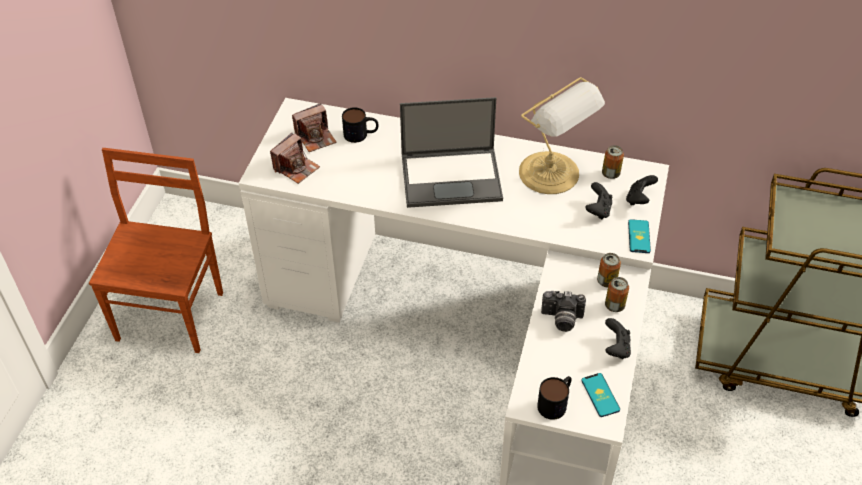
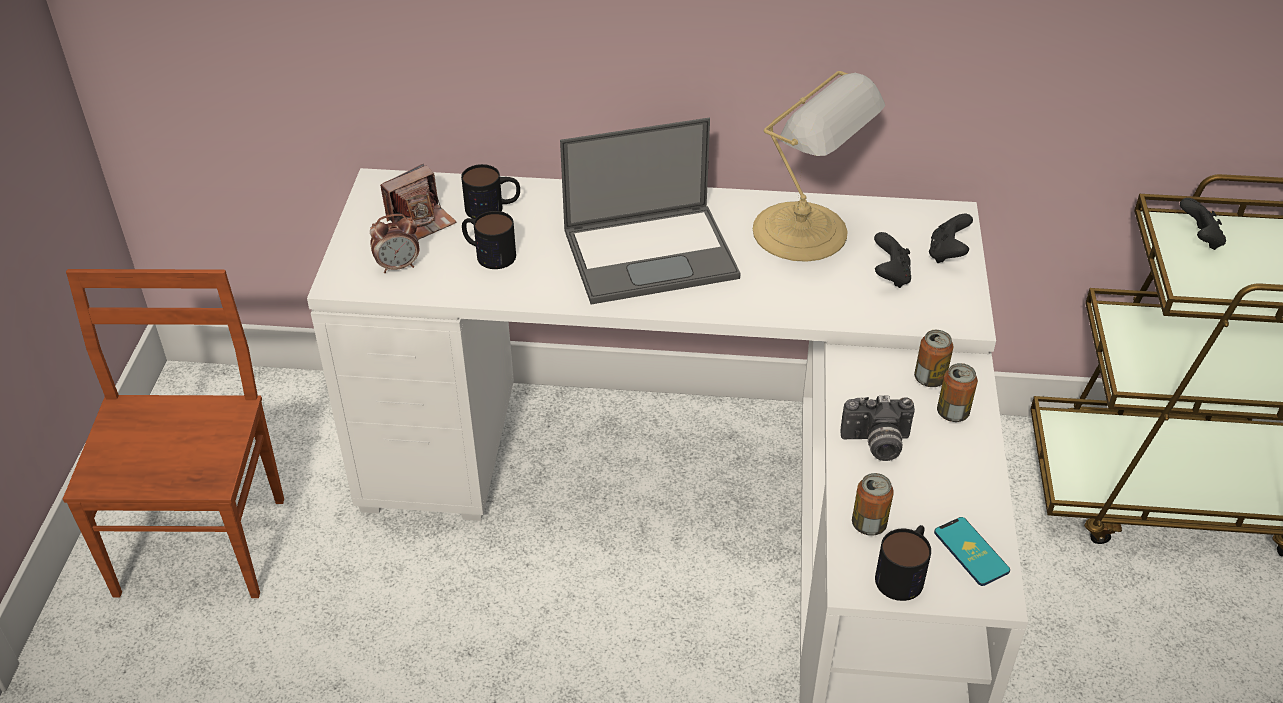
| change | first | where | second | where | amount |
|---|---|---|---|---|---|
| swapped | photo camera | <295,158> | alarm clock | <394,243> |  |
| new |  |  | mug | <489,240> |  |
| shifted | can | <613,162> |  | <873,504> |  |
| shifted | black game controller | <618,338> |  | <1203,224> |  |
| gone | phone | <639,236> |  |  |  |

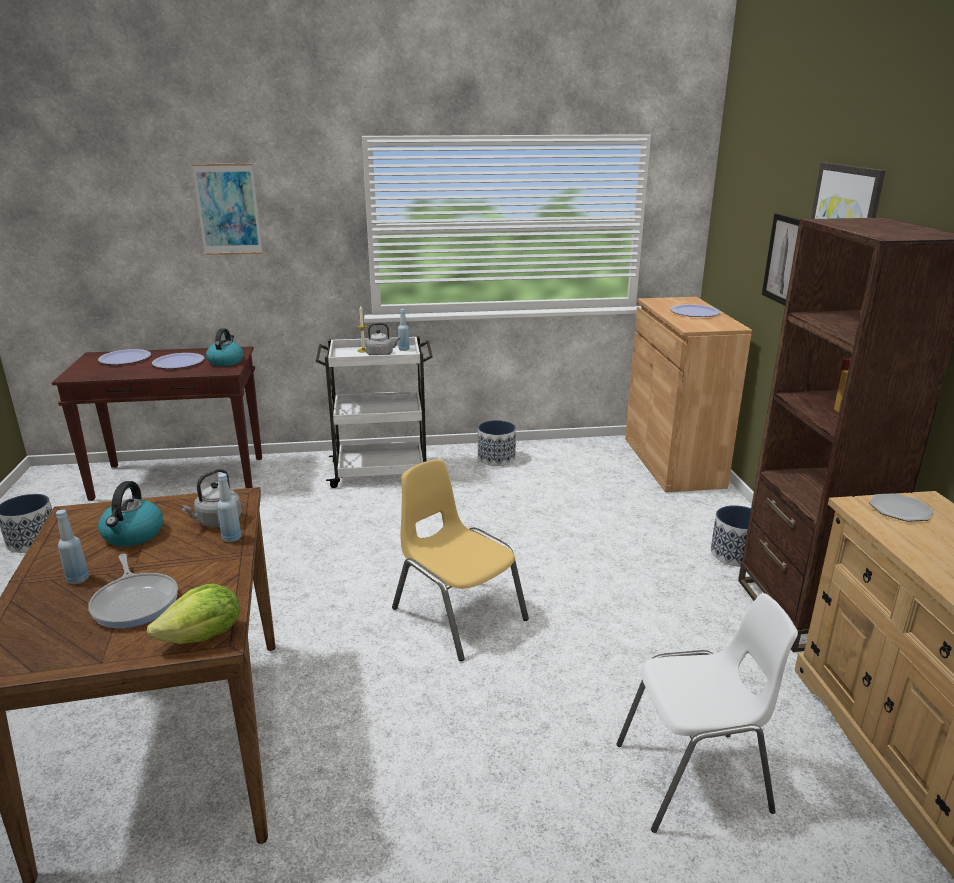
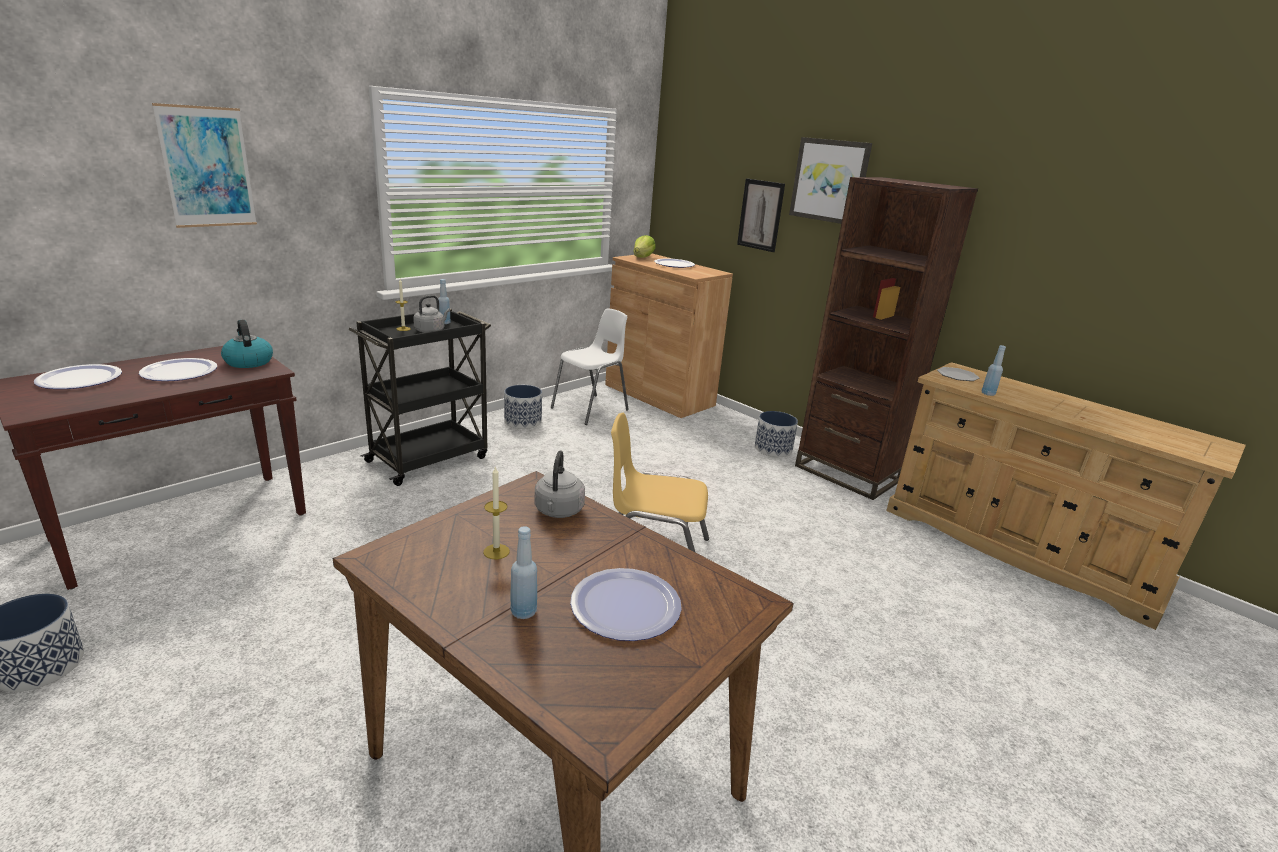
| change | first | where | second | where | amount |
|---|---|---|---|---|---|
| repainted | white cart | <374,412> | black cart | <420,397> |  |
| swapped | kettle | <130,514> | candle | <496,512> |  |
| shifted | white chair | <707,713> |  | <590,366> |  |
| swapped | frying pan | <133,591> | plate | <626,604> |  |
| shifted | lettuce | <193,614> |  | <645,246> |  |
| shifted | blue bottle | <229,507> |  | <994,370> |  |

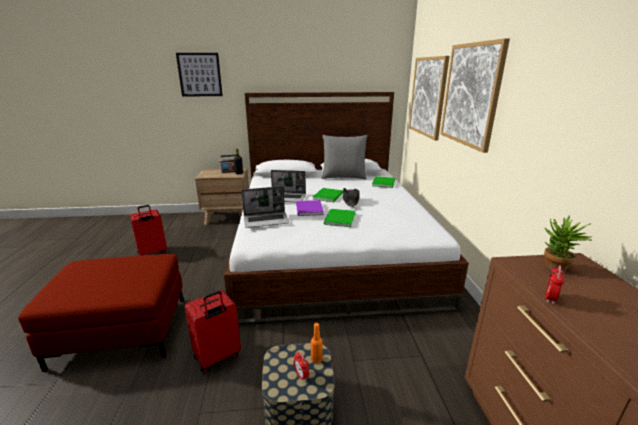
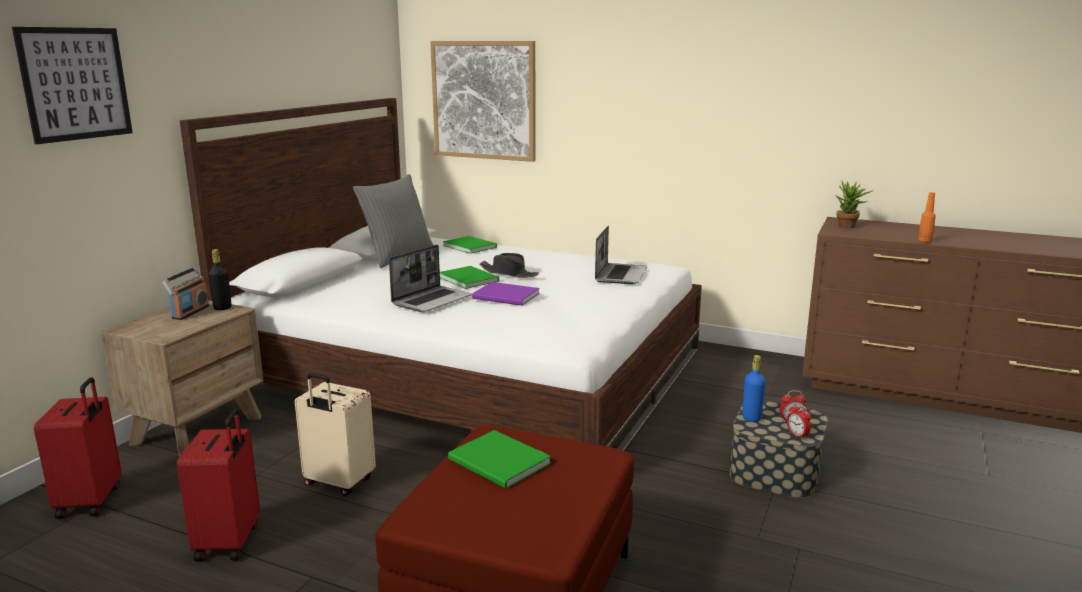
| change | first | where | second | where | amount |
|---|---|---|---|---|---|
| shifted | red suitcase | <212,331> |  | <78,448> |  |
| new |  |  | beige suitcase | <335,434> |  |
| shifted | green book | <339,218> |  | <499,459> |  |
| shifted | laptop | <265,207> |  | <621,255> |  |
| new |  |  | blue bottle | <754,388> |  |
| shifted | alarm clock | <555,284> |  | <799,421> |  |
| shifted | orange bottle | <317,343> |  | <927,217> |  |
| gone | picture | <475,95> |  |  |  |

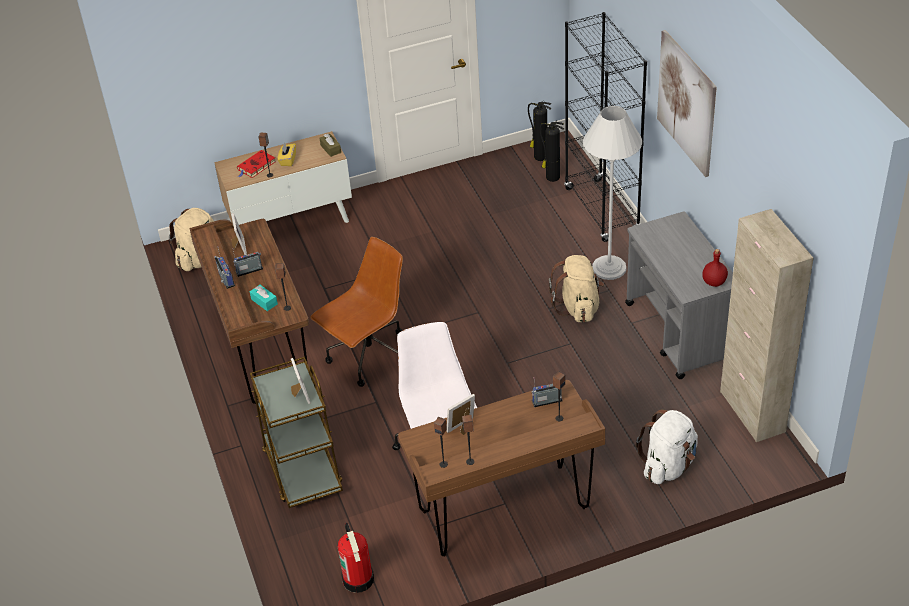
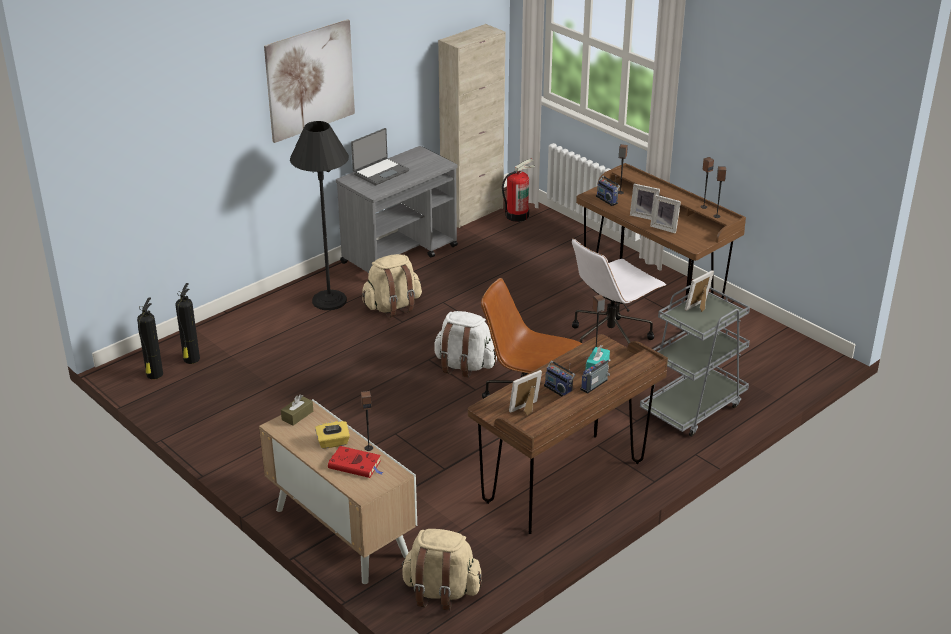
| change | first | where | second | where | amount |
|---|---|---|---|---|---|
| repainted | white floor lamp | <612,193> | black floor lamp | <319,215> |  |
| new |  |  | laptop | <380,157> |  |
| shifted | white backpack | <667,446> |  | <465,344> |  |
| shifted | fire extinguisher | <356,558> |  | <518,190> |  |
| new |  |  | picture frame | <645,202> |  |
| repainted | brown cart | <296,432> | grey cart | <695,361> |  |
| gone | black bookcase | <605,127> |  |  |  |
| gone | red bottle | <715,268> |  |  |  |

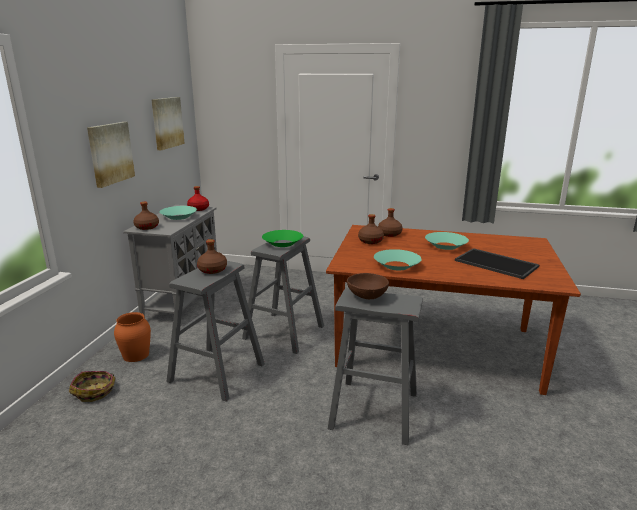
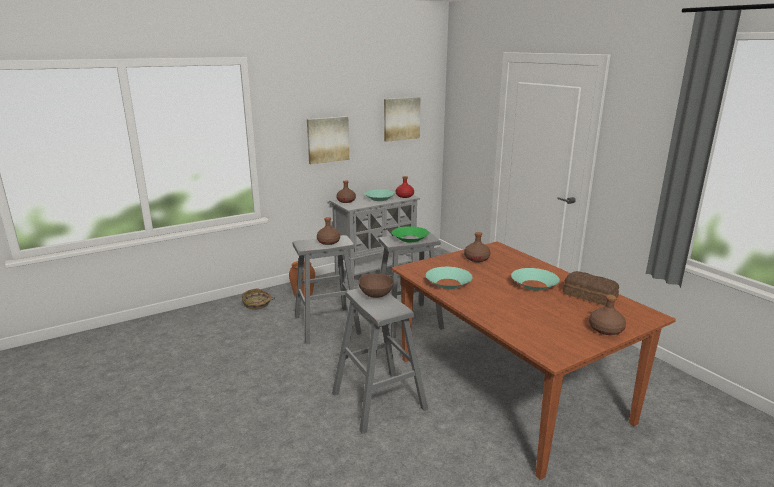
| change | first | where | second | where | amount |
|---|---|---|---|---|---|
| new |  |  | bread | <591,288> |  |
| shifted | brown bottle | <390,222> |  | <607,315> |  |
| gone | tray | <497,263> |  |  |  |

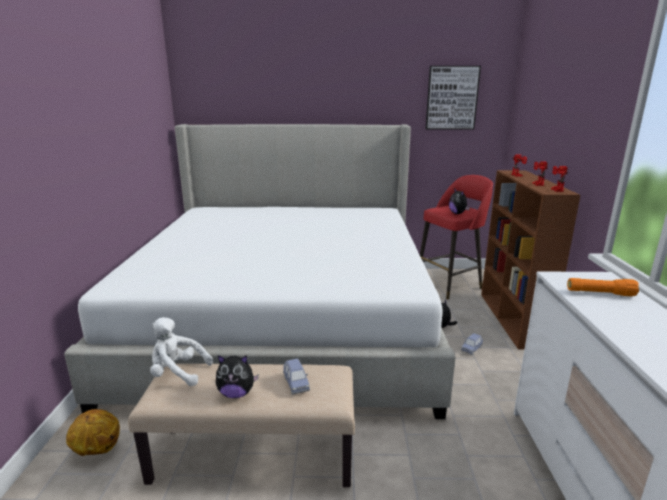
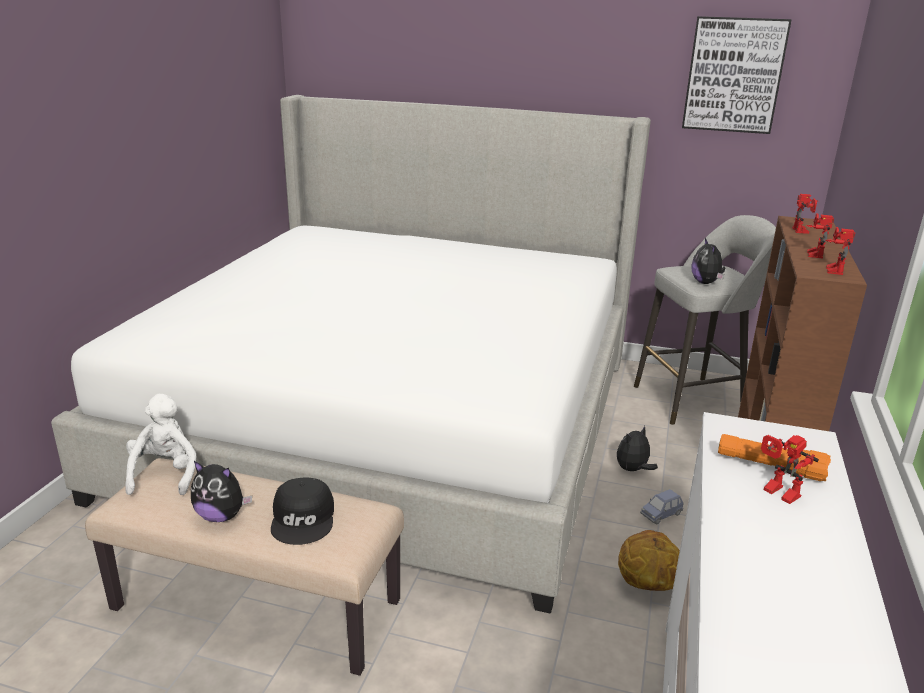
| change | first | where | second | where | amount |
|---|---|---|---|---|---|
| rotated | white plush toy | <181,351> |  | <161,444> | 60 degrees clockwise |
| swapped | blue toy car | <296,377> | black cap | <302,511> |  |
| shifted | basketball | <93,432> |  | <649,560> |  |
| repainted | red stool | <456,237> | grey stool | <705,320> |  |
| new |  |  | toy robot | <790,469> |  |

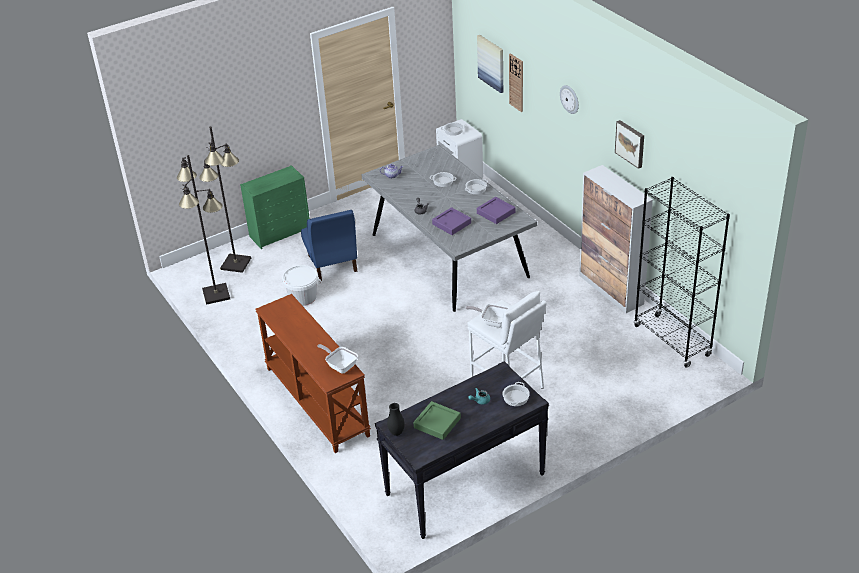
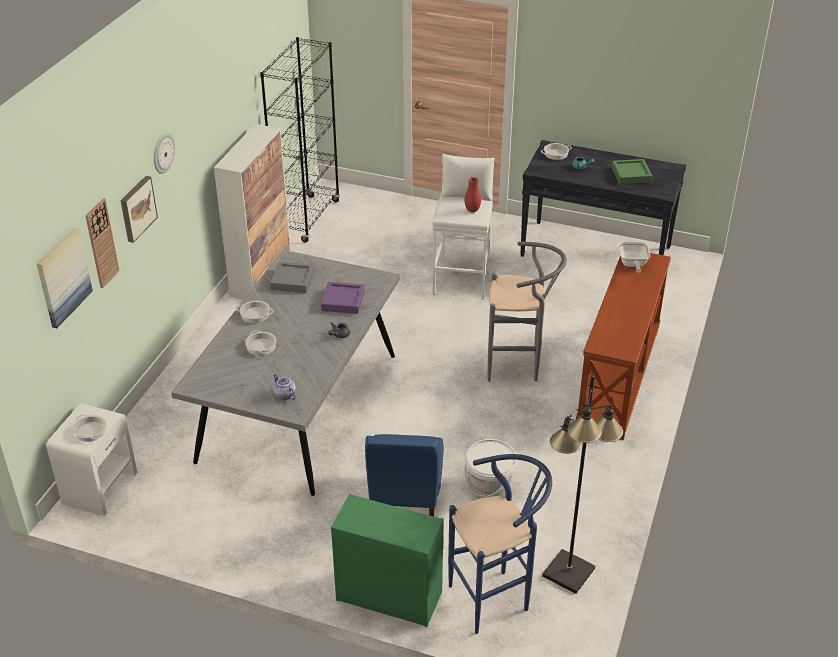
| change | first | where | second | where | amount |
|---|---|---|---|---|---|
| shifted | picture | <629,144> |  | <139,209> |  |
| repainted | purple tray | <496,210> | grey tray | <292,277> |  |
| rotated | blue chair | <329,245> |  | <404,475> | 150 degrees clockwise |
| swapped | black floor lamp | <225,199> | blue stool | <500,544> |  |
| swapped | frying pan | <488,315> | red vase | <472,195> |  |
| new |  |  | grey stool | <527,311> |  |
| gone | black vase | <396,419> |  |  |  |

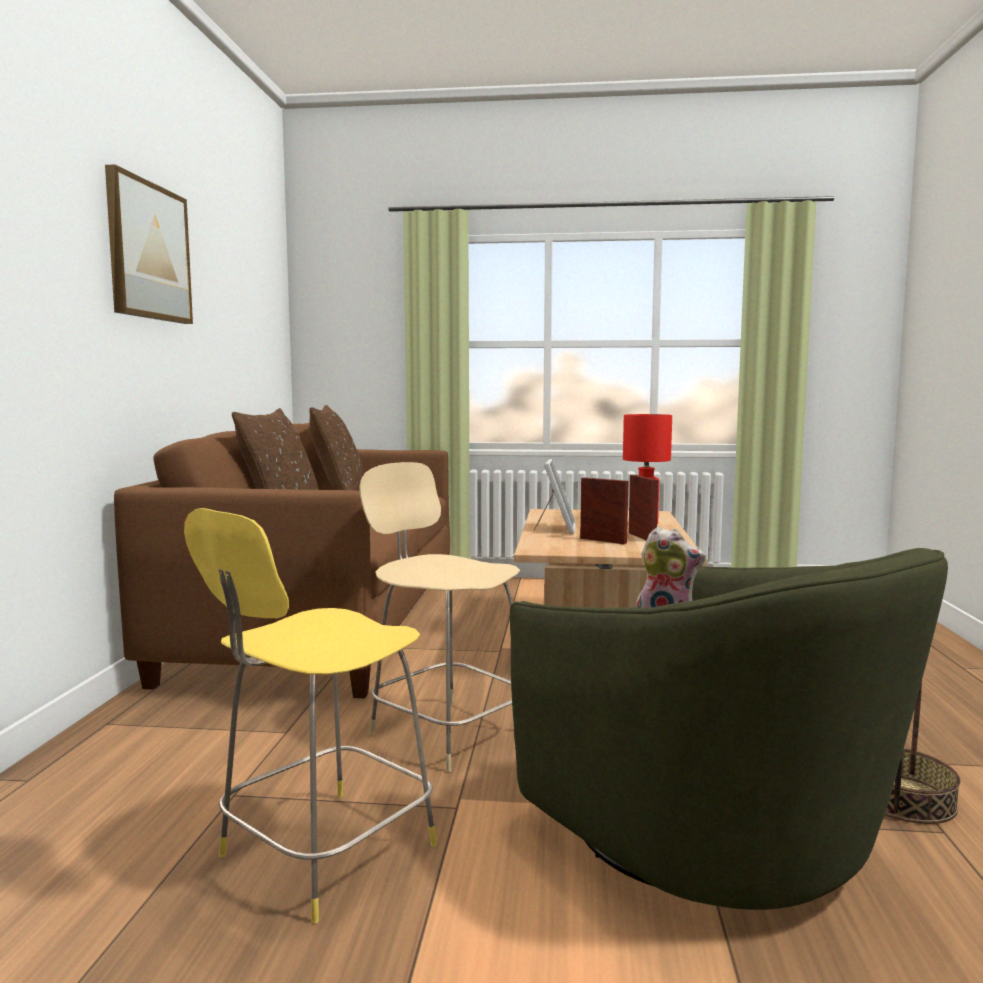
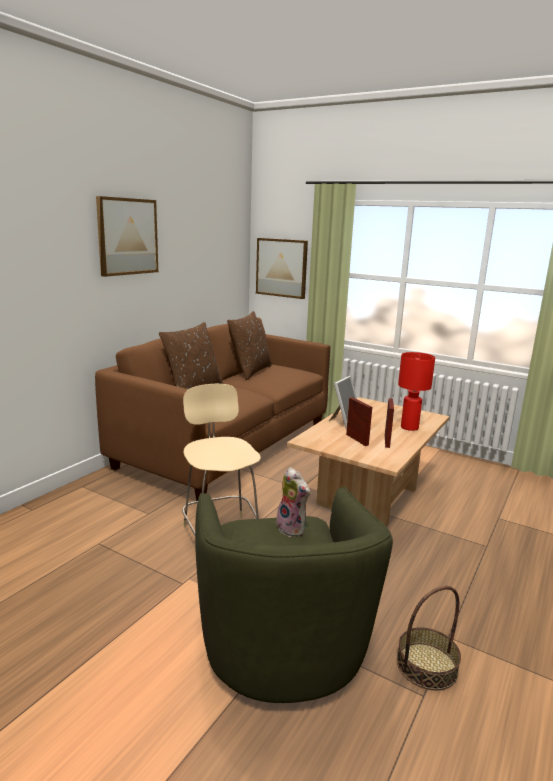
| change | first | where | second | where | amount |
|---|---|---|---|---|---|
| new |  |  | picture | <282,268> |  |
| gone | yellow stool | <310,715> |  |  |  |

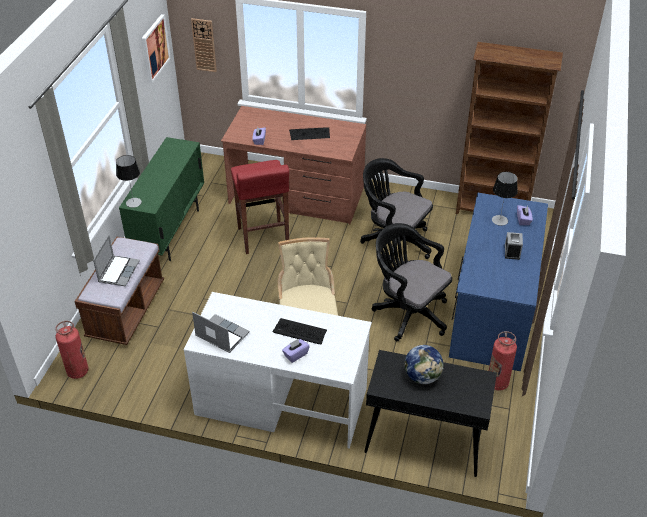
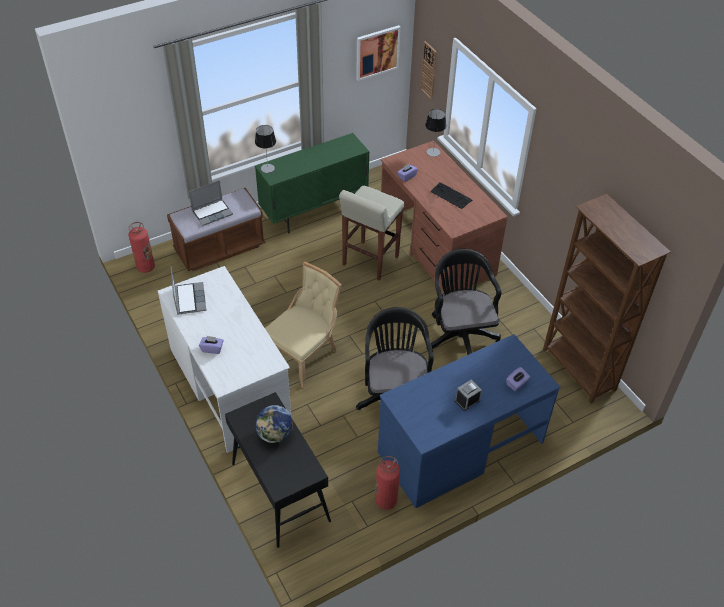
| change | first | where | second | where | amount |
|---|---|---|---|---|---|
| repainted | red stool | <260,207> | beige stool | <371,233> |  |
| shifted | table lamp | <505,199> |  | <435,133> |  |
| gone | keyboard | <299,331> |  |  |  |

